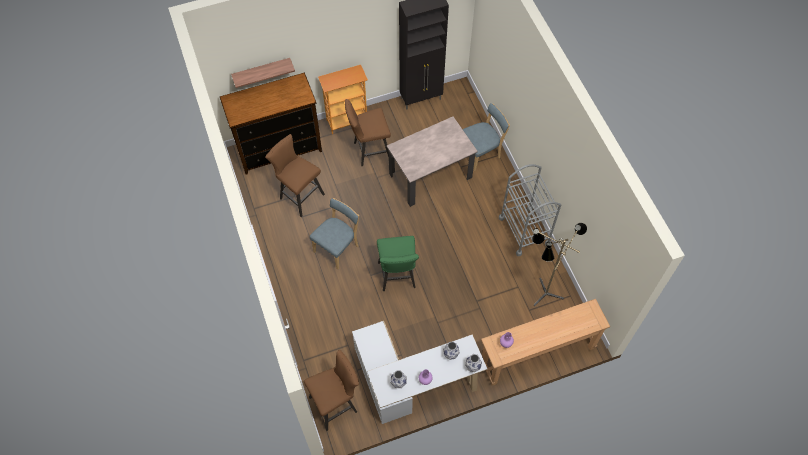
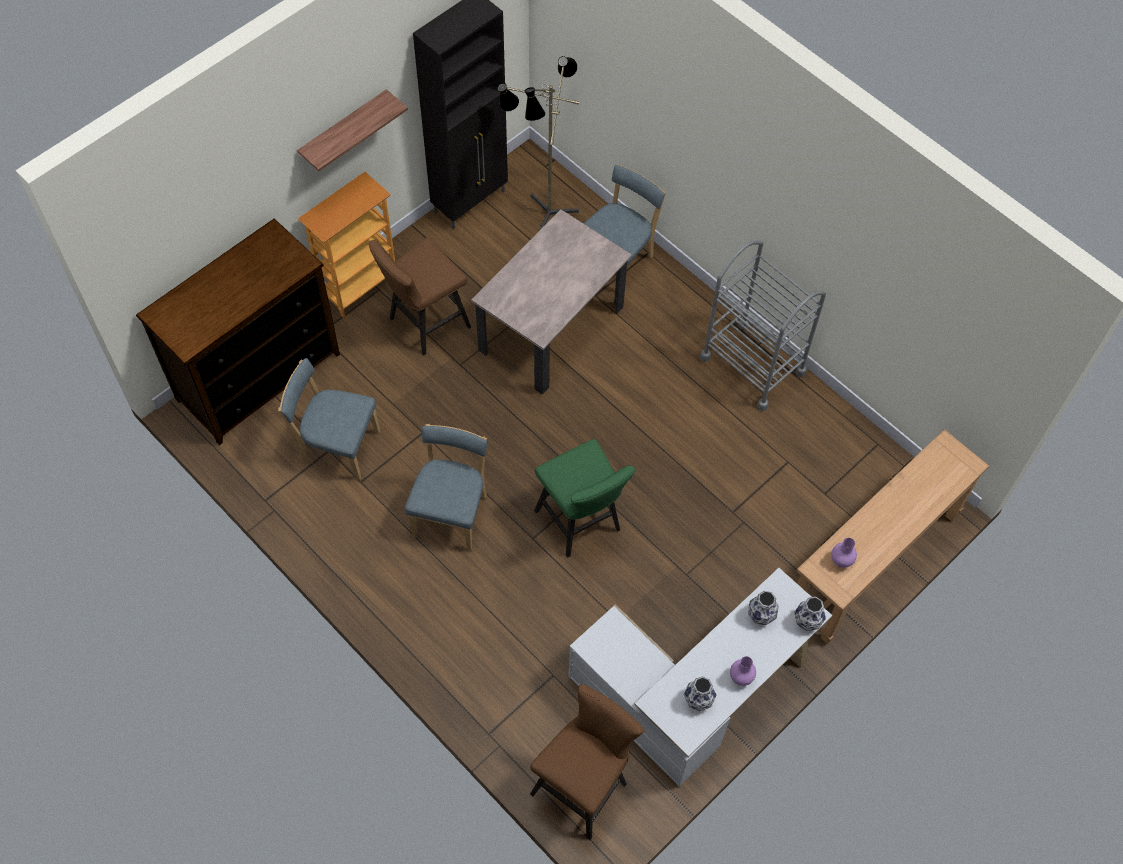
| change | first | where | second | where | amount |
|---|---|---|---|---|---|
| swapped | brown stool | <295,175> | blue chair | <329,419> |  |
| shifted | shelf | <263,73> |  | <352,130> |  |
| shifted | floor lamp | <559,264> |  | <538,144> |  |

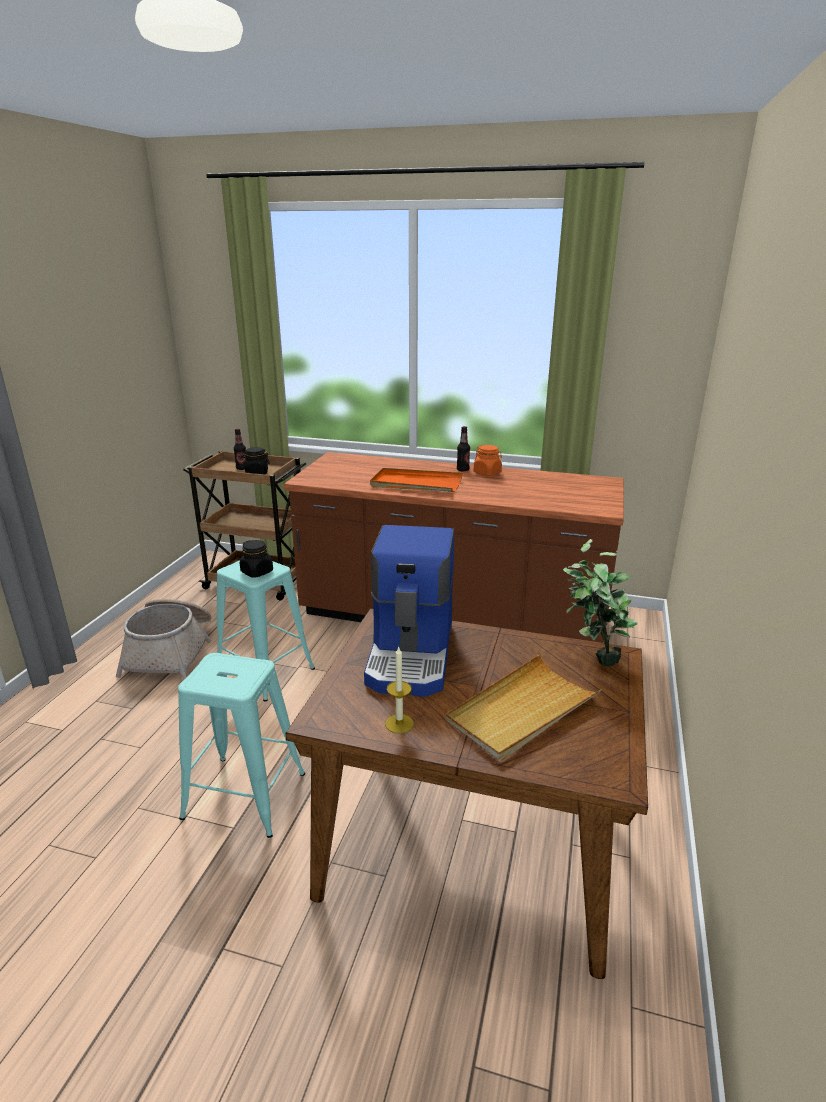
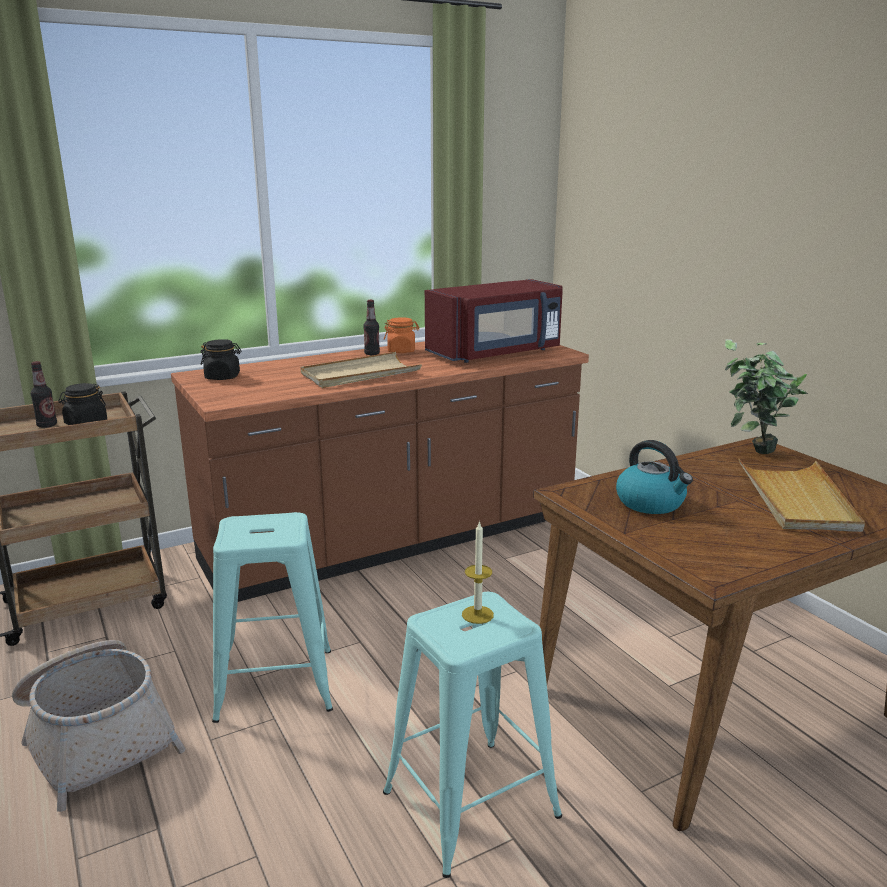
| change | first | where | second | where | amount |
|---|---|---|---|---|---|
| shifted | black jar | <256,559> |  | <221,359> |  |
| repainted | orange tray | <416,480> | beige tray | <361,370> |  |
| new |  |  | red microwave | <494,321> |  |
| shifted | candle | <399,690> |  | <478,572> |  |
| swapped | coffee machine | <409,611> | kettle | <654,477> |  |

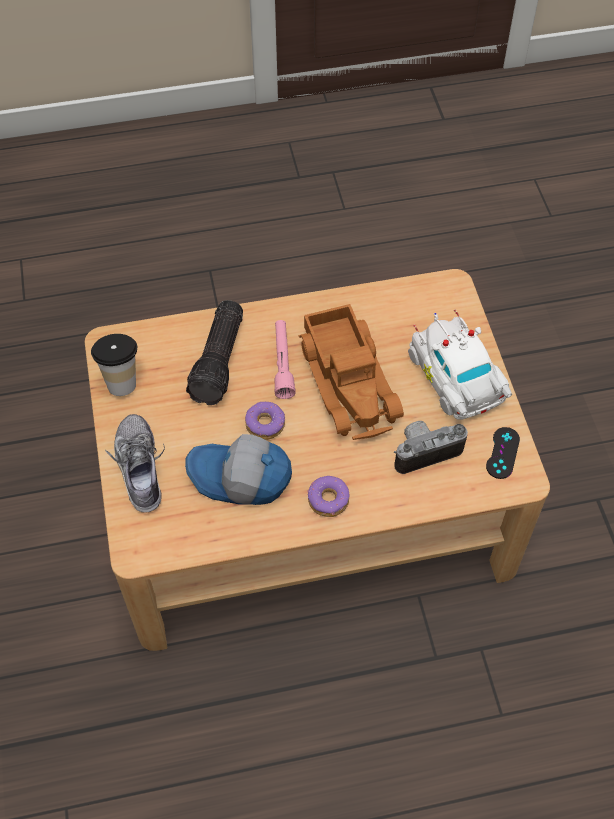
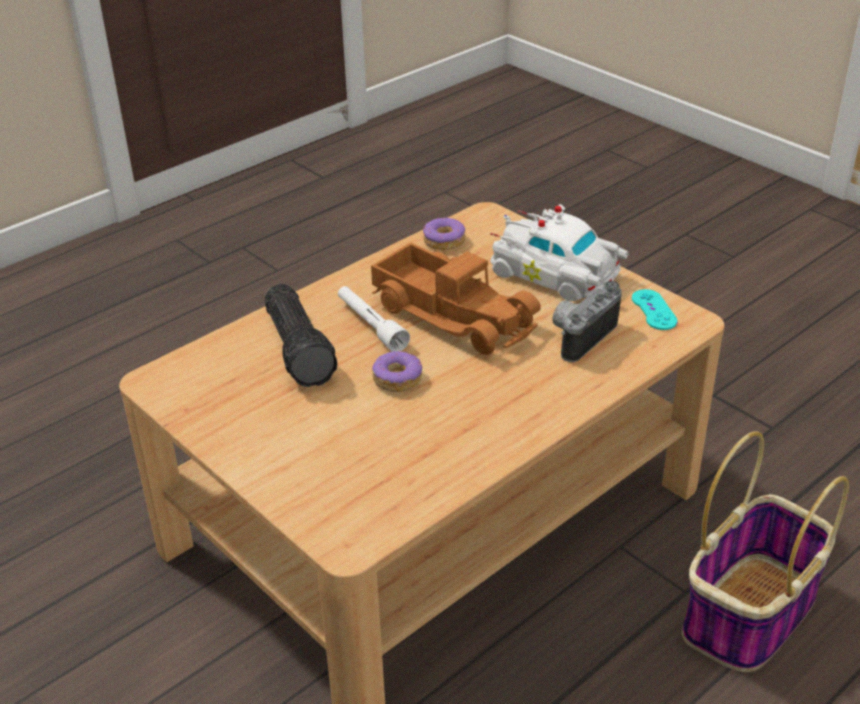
| change | first | where | second | where | amount |
|---|---|---|---|---|---|
| repainted | pink flashlight | <285,359> | white flashlight | <374,318> |  |
| shifted | donut | <328,496> |  | <444,234> |  |
| repainted | black game controller | <503,453> | turquoise game controller | <655,309> |  |
| new |  |  | basket | <765,551> |  |
| gone | cup | <114,365> |  |  |  |
| gone | shoe | <135,463> |  |  |  |
| gone | cap | <238,469> |  |  |  |

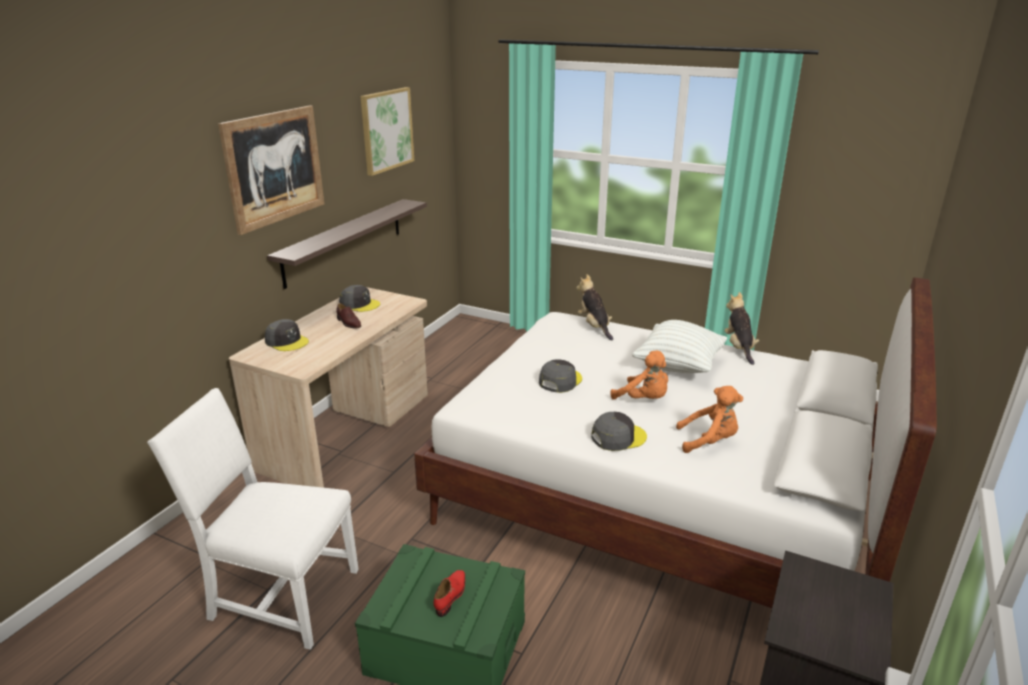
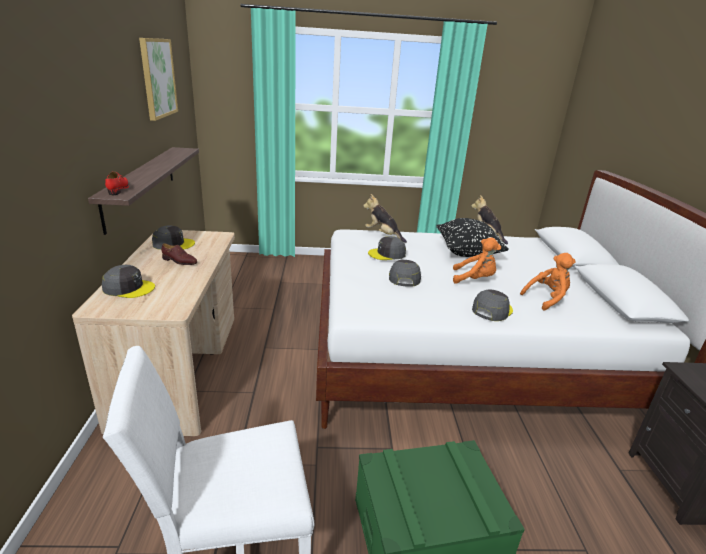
| change | first | where | second | where | amount |
|---|---|---|---|---|---|
| shifted | red shoe | <449,593> |  | <117,183> |  |
| new |  |  | grey cap | <387,248> |  |
| repainted | white pillow | <679,346> | black pillow | <472,237> |  |
| gone | picture | <271,170> |  |  |  |

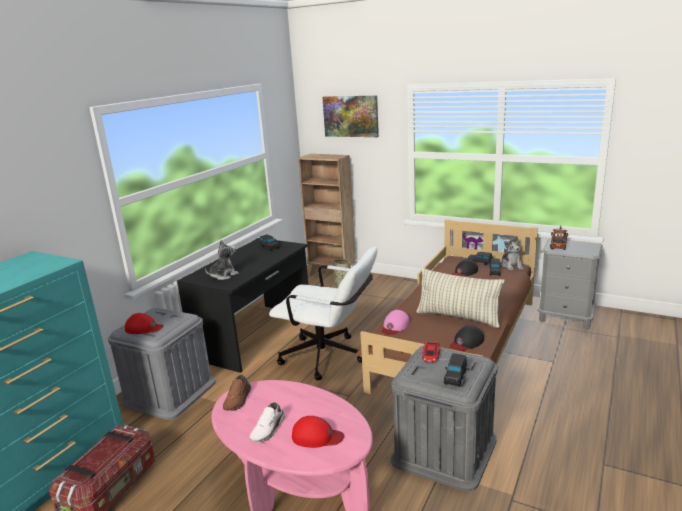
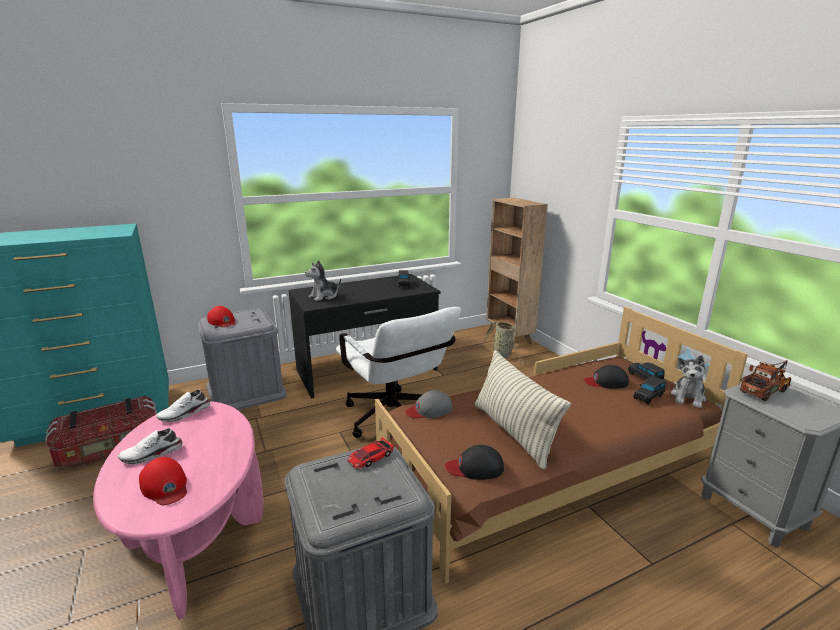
| change | first | where | second | where | amount |
|---|---|---|---|---|---|
| repainted | brown shoe | <237,392> | white shoe | <183,406> |  |
| rotated | plush toy | <222,260> |  | <323,280> | 150 degrees clockwise |
| repainted | pink cap | <395,322> | grey cap | <429,404> |  |
| gone | picture | <350,116> |  |  |  |
| gone | black toy car | <455,370> |  |  |  |

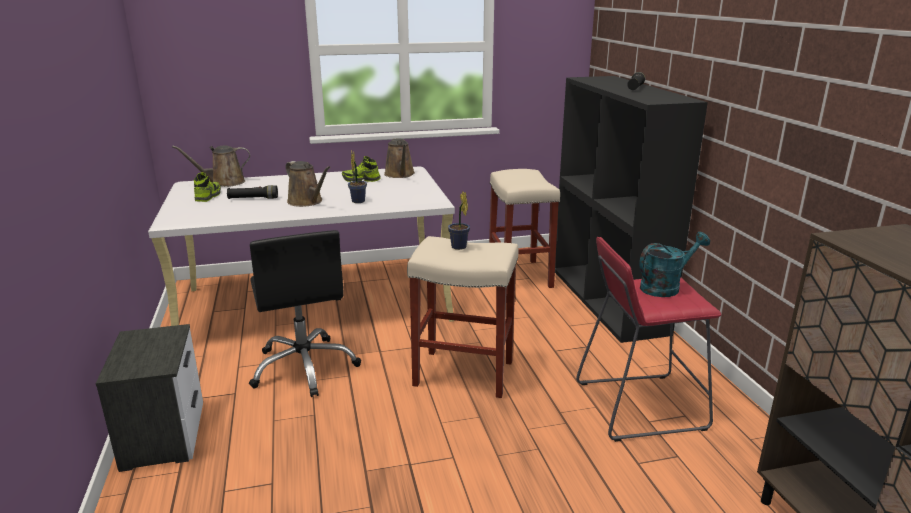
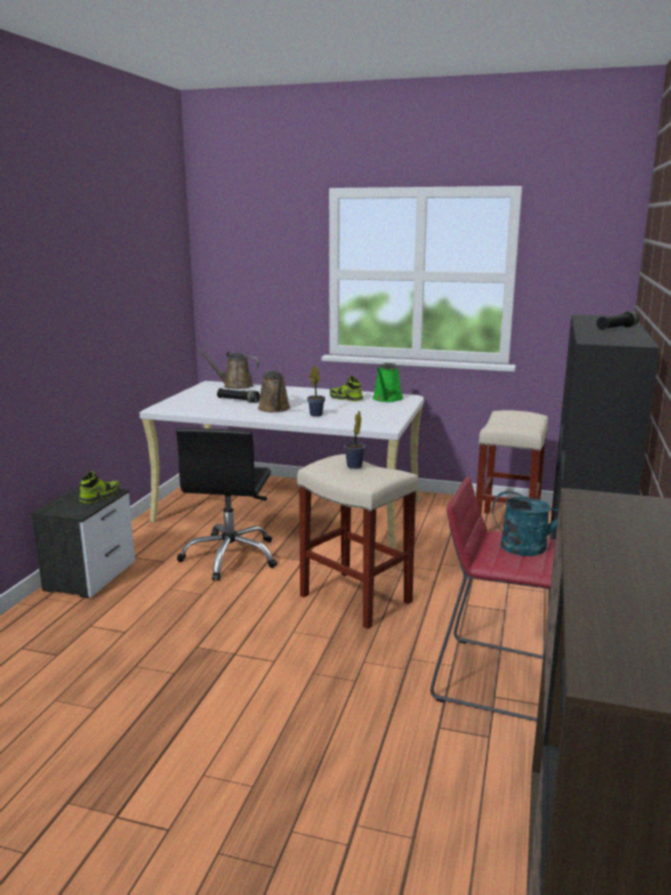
| change | first | where | second | where | amount |
|---|---|---|---|---|---|
| shifted | shoe | <207,187> |  | <99,487> |  |
| repainted | brown watering can | <399,158> | green watering can | <388,382> |  |

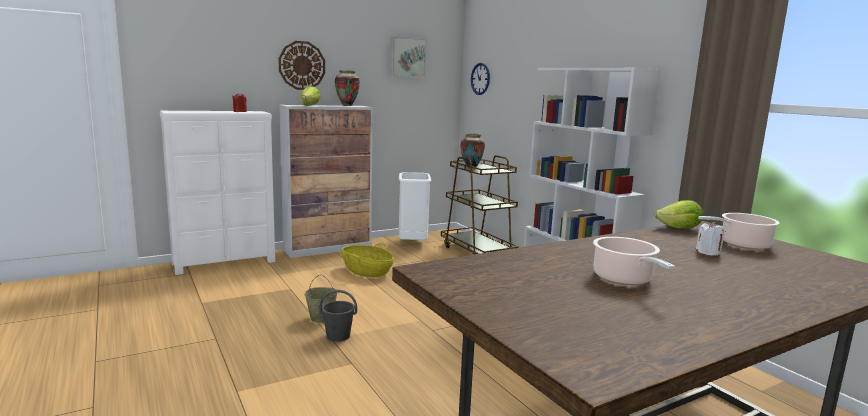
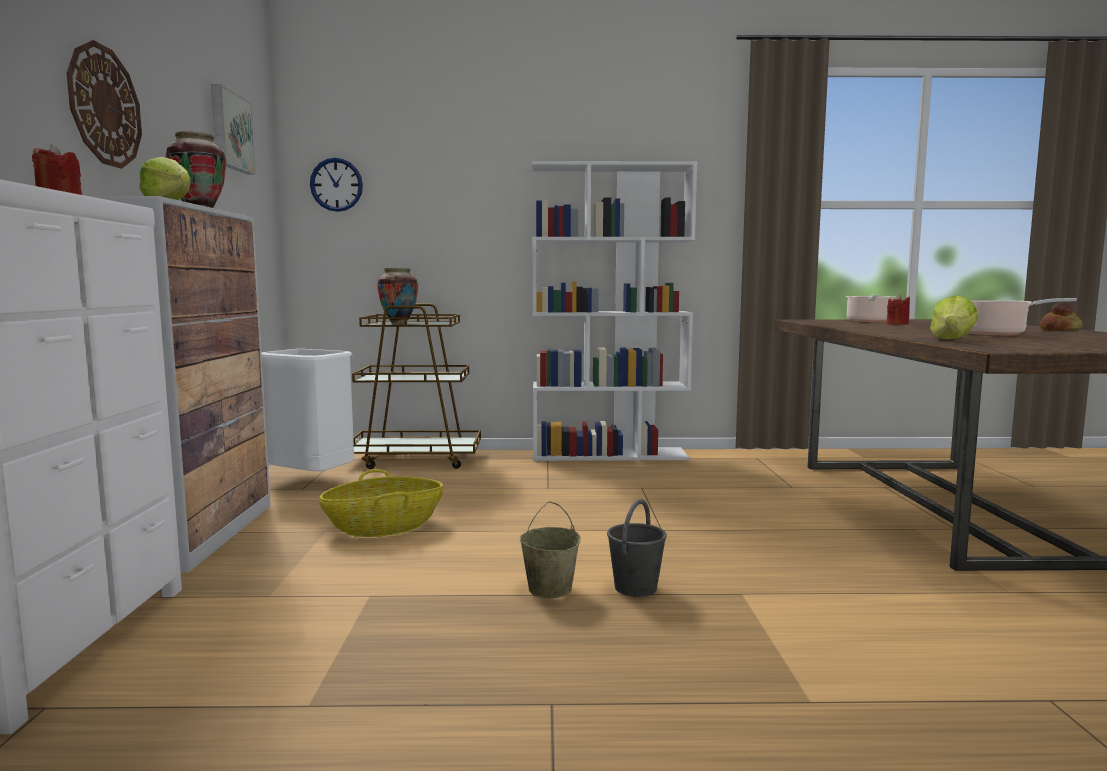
| change | first | where | second | where | amount |
|---|---|---|---|---|---|
| repainted | white candle | <710,239> | red candle | <898,309> |  |
| shifted | lettuce | <679,214> |  | <954,317> |  |
| new |  |  | bread | <1061,316> |  |

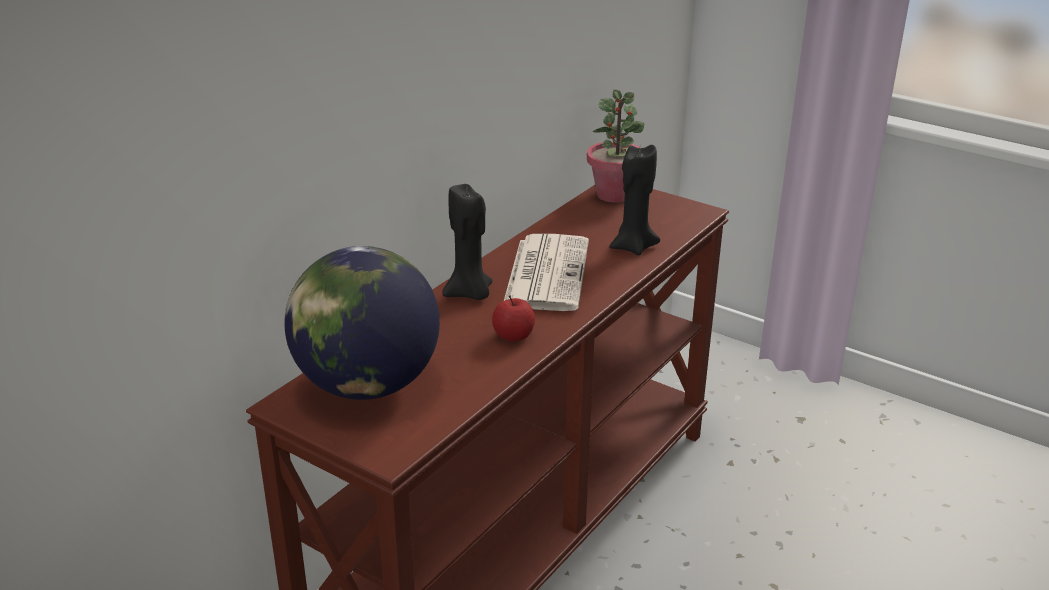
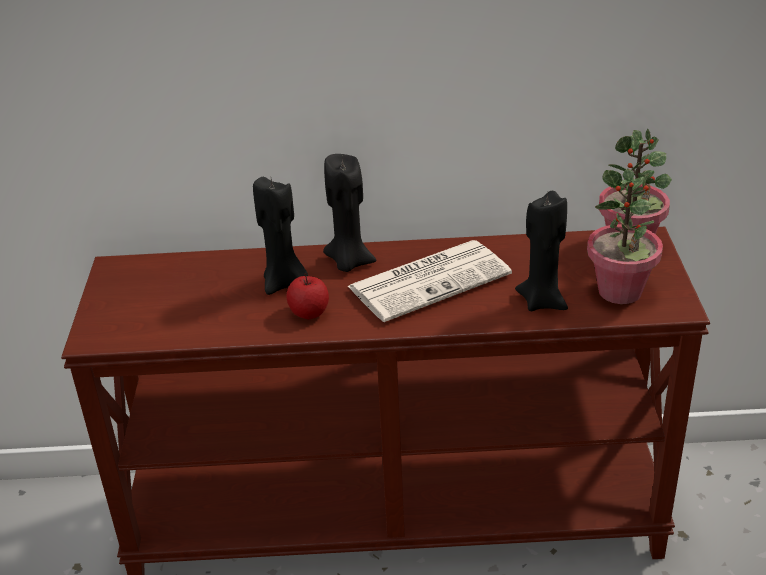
| change | first | where | second | where | amount |
|---|---|---|---|---|---|
| new |  |  | black candle | <280,236> |  |
| new |  |  | potted plant | <625,236> |  |
| gone | globe | <362,323> |  |  |  |

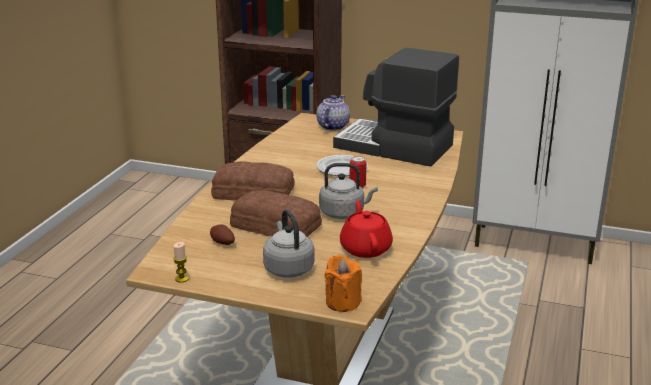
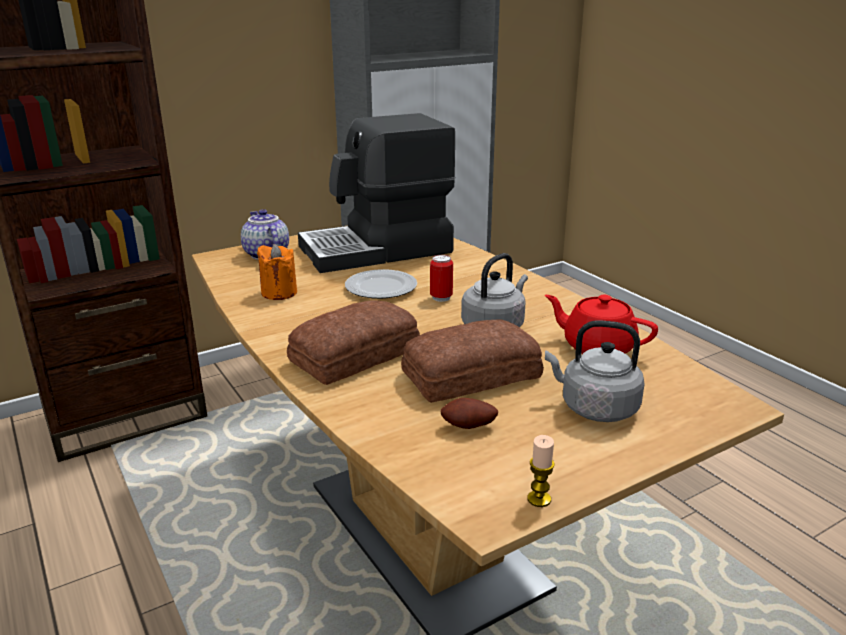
| change | first | where | second | where | amount |
|---|---|---|---|---|---|
| shifted | orange candle | <343,283> |  | <277,272> |  |

